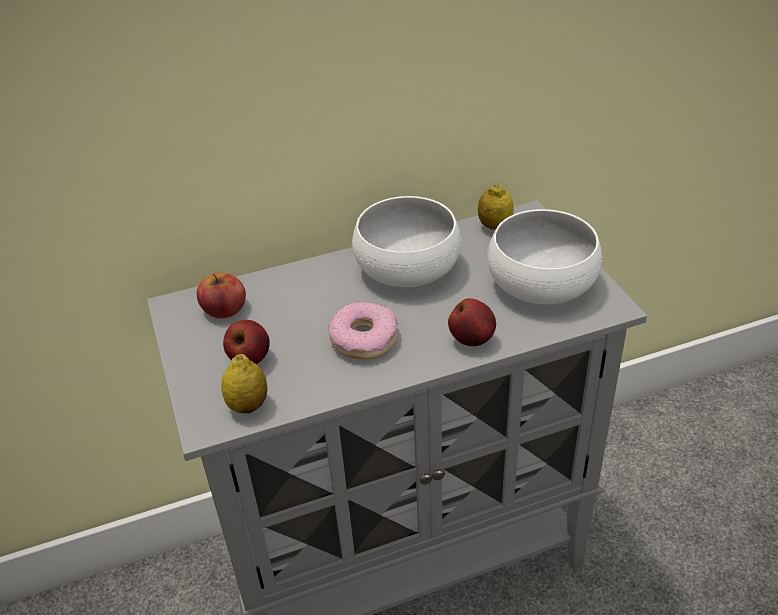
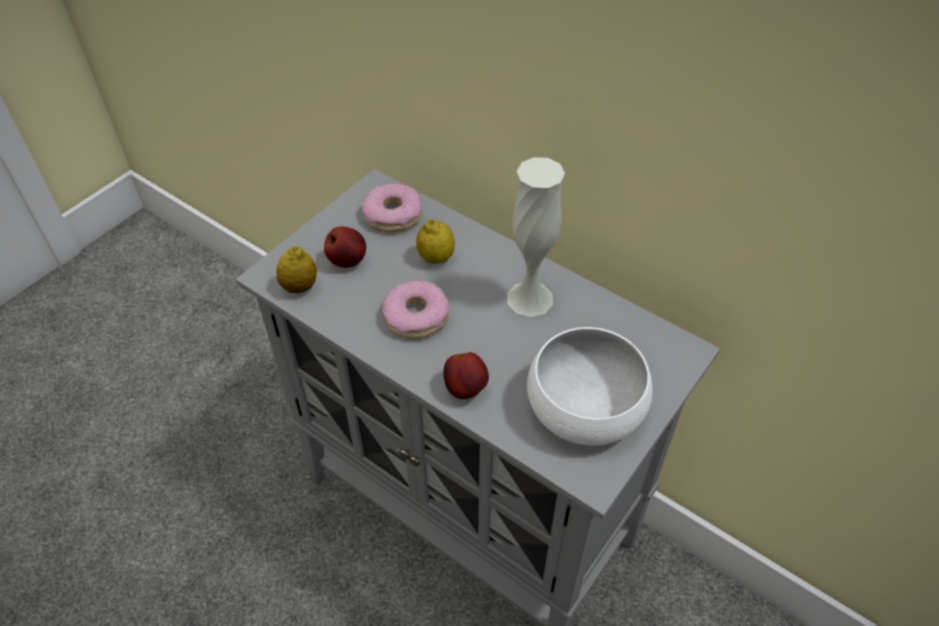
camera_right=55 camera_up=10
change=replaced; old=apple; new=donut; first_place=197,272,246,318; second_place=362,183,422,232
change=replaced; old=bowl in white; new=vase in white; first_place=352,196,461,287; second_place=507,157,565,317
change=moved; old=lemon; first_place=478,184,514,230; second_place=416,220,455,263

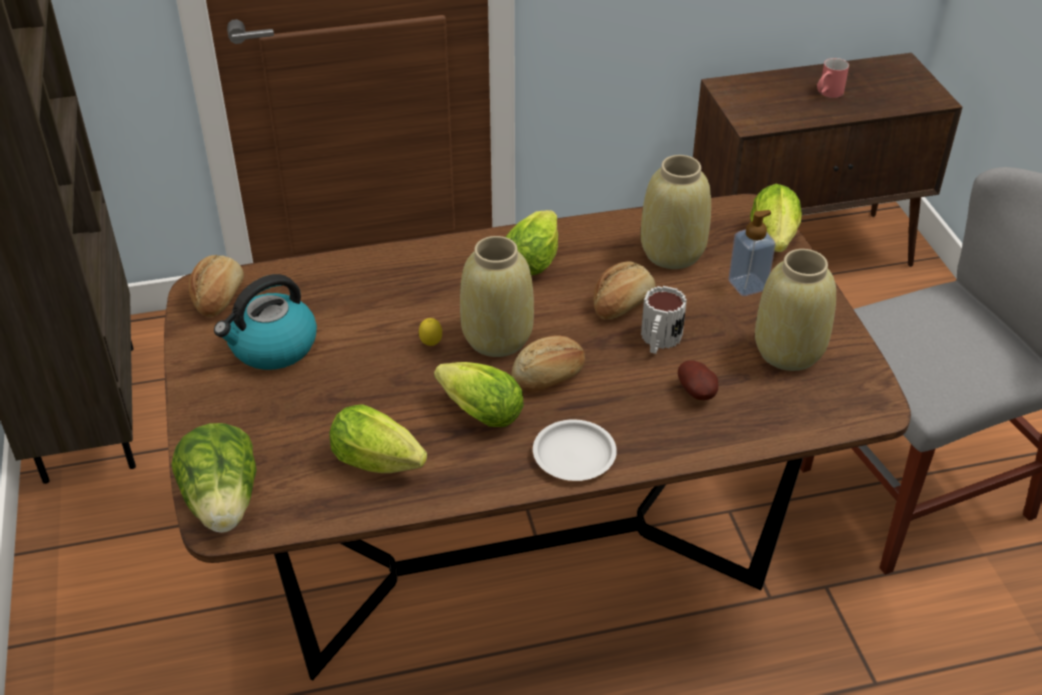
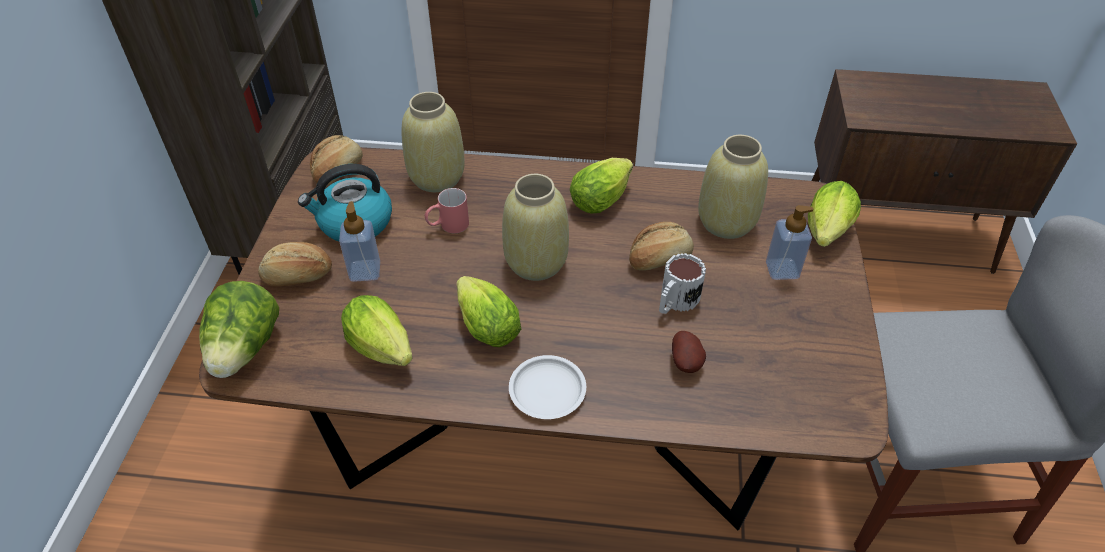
camera_right=20 camera_up=5
change=removed; old=lemon; first_place=419,318,442,346
change=moved; old=bread; first_place=511,335,585,392; second_place=258,242,332,287
change=moved; old=vase in beige; first_place=755,249,836,371; second_place=401,92,465,192
change=moved; old=mug in red; first_place=817,58,849,98; second_place=425,188,469,233
change=added; new=soap dispenser; second_place=339,201,380,282

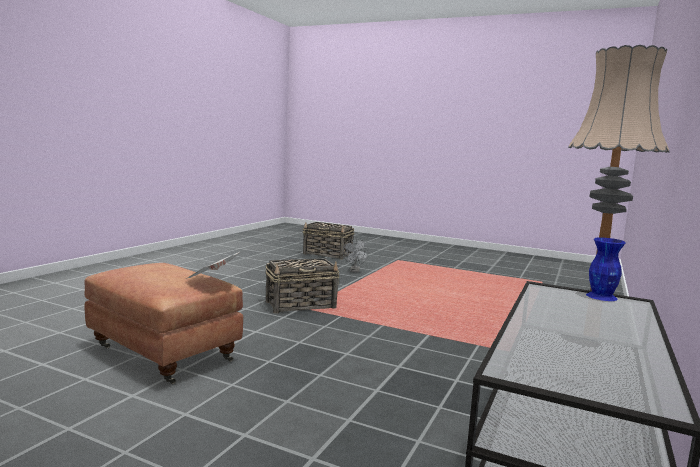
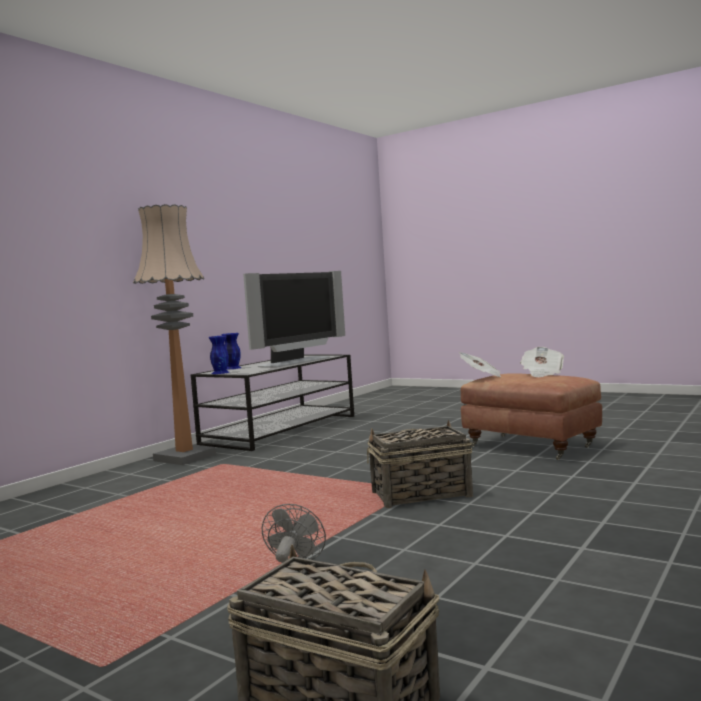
camera_right=-170 camera_up=-5
change=added; new=vase in blue; second_place=222,333,242,369
change=added; new=television; second_place=243,271,345,368
change=added; new=newspaper; second_place=520,347,564,377

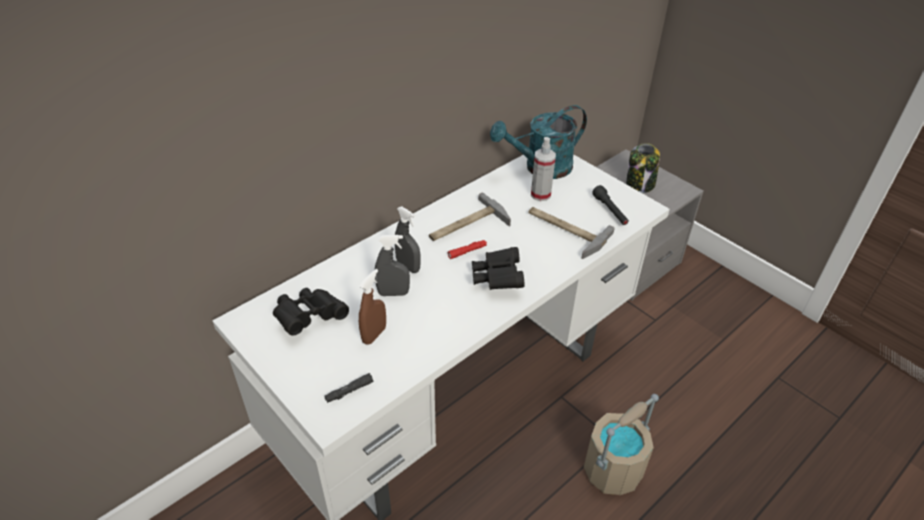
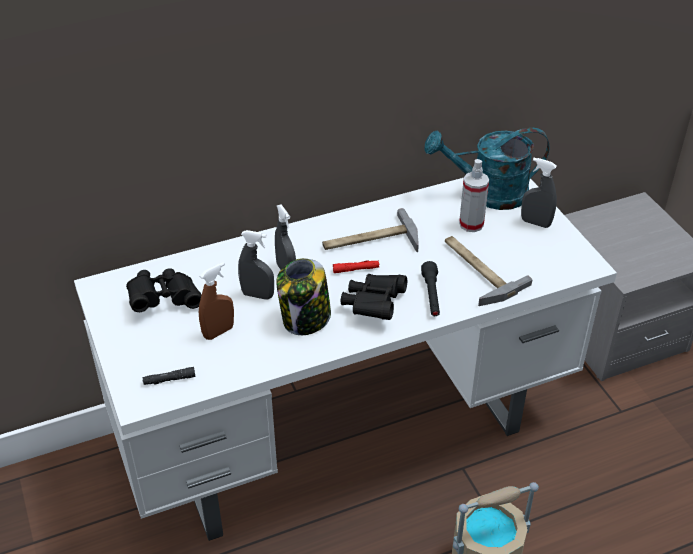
camera_right=20 camera_up=0
change=moved; old=flashlight in black; first_place=592,185,629,225; second_place=421,261,440,316
change=moved; old=jar; first_place=626,143,660,193; second_place=276,258,331,335
change=added; new=spray bottle in grey; second_place=521,158,557,228

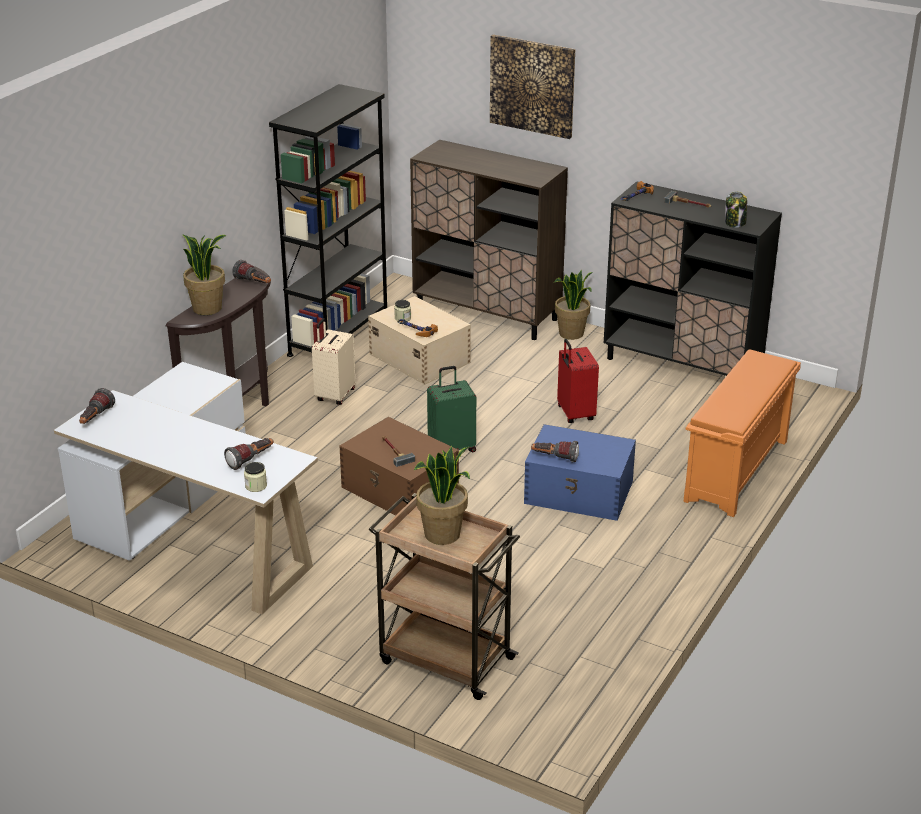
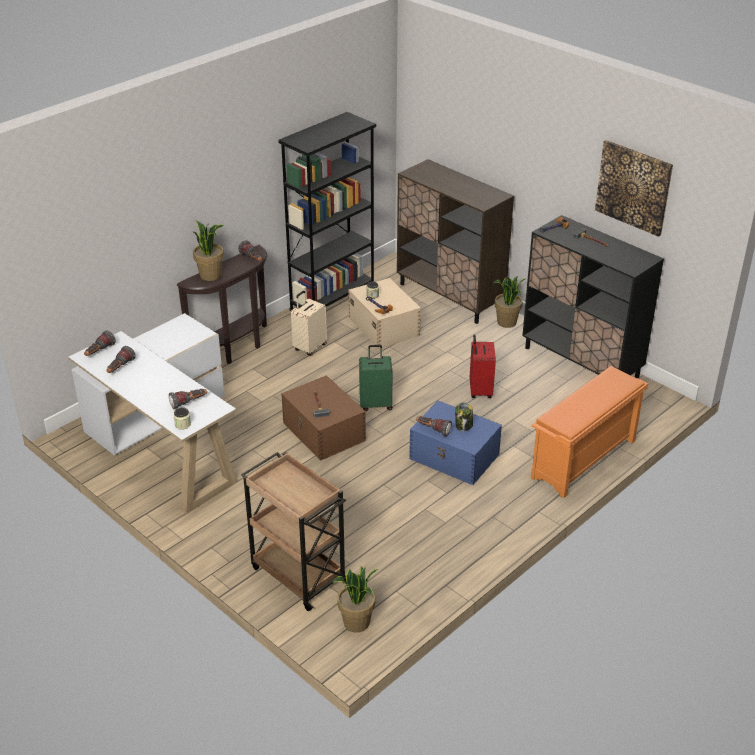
camera_right=15 camera_up=5
change=moved; old=potted plant; first_place=414,446,470,545; second_place=332,567,378,633
change=moved; old=picture; first_place=490,34,575,139; second_place=595,140,673,237
change=moved; old=jar; first_place=725,191,747,228; second_place=455,402,473,431
change=added; new=flashlight; second_place=106,346,136,373

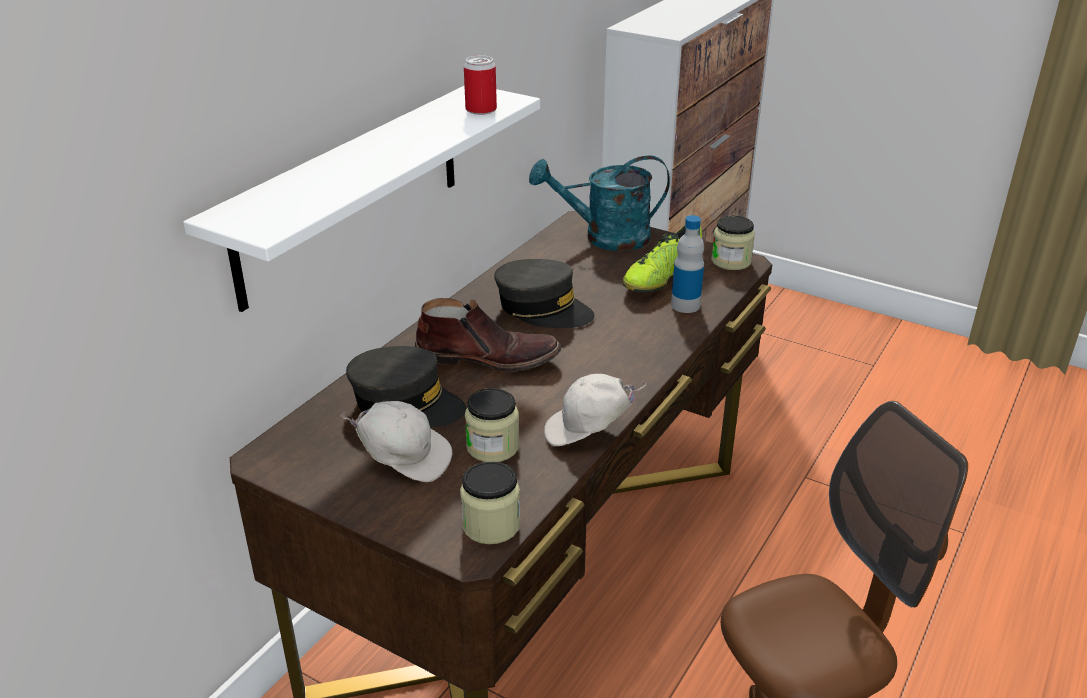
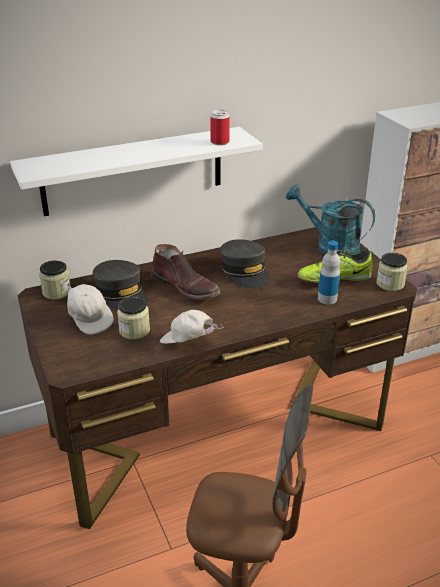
camera_right=35 camera_up=0
change=moved; old=jar; first_place=460,462,520,544; second_place=39,260,71,300

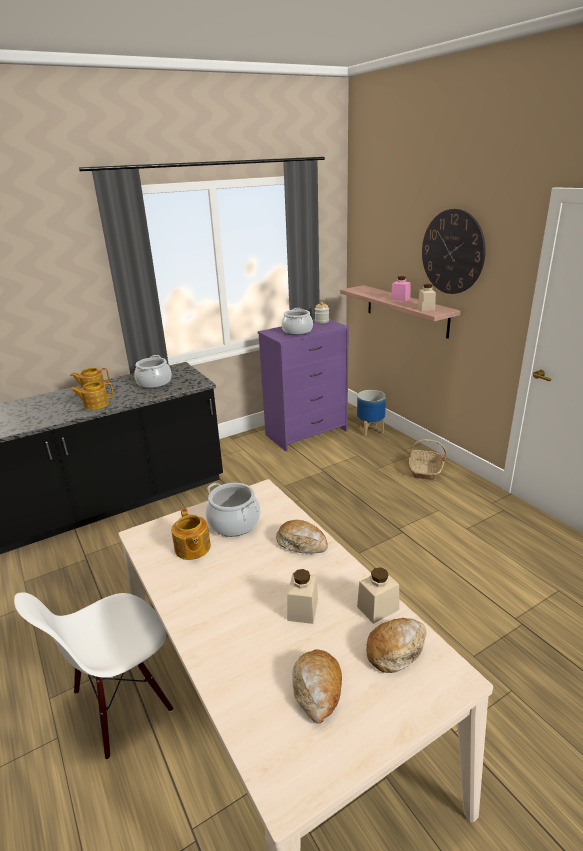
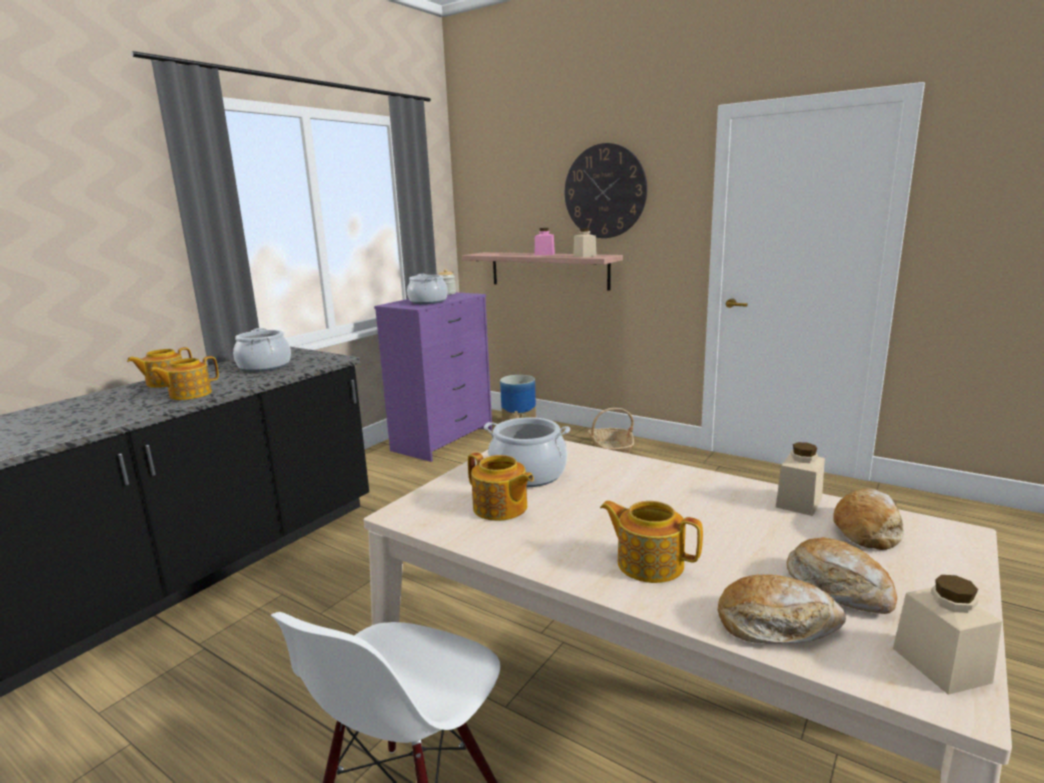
camera_right=-25 camera_up=-10
change=moved; old=bread; first_place=276,520,328,554; second_place=718,575,846,644
change=moved; old=jar in beige; first_place=287,569,318,624; second_place=893,575,1002,695
change=added; new=teapot; second_place=600,501,703,583

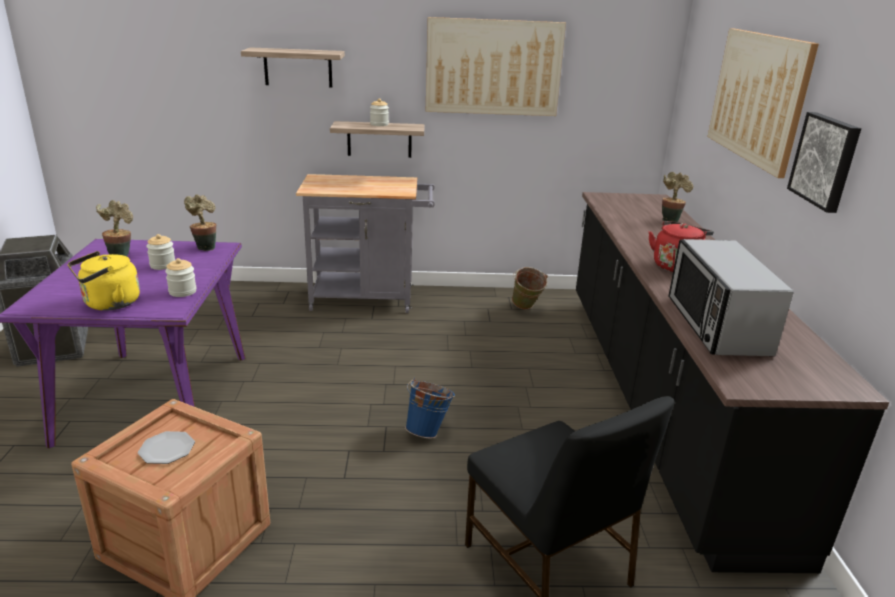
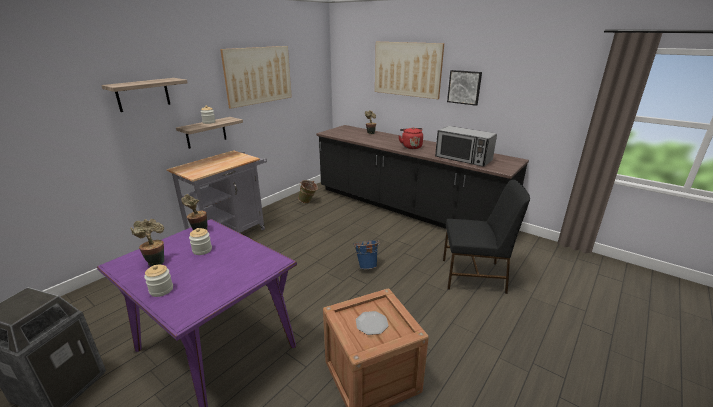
camera_right=-50 camera_up=0
change=removed; old=kettle in yellow; first_place=68,251,140,311
change=moved; old=jar; first_place=165,258,197,297; second_place=144,265,173,297

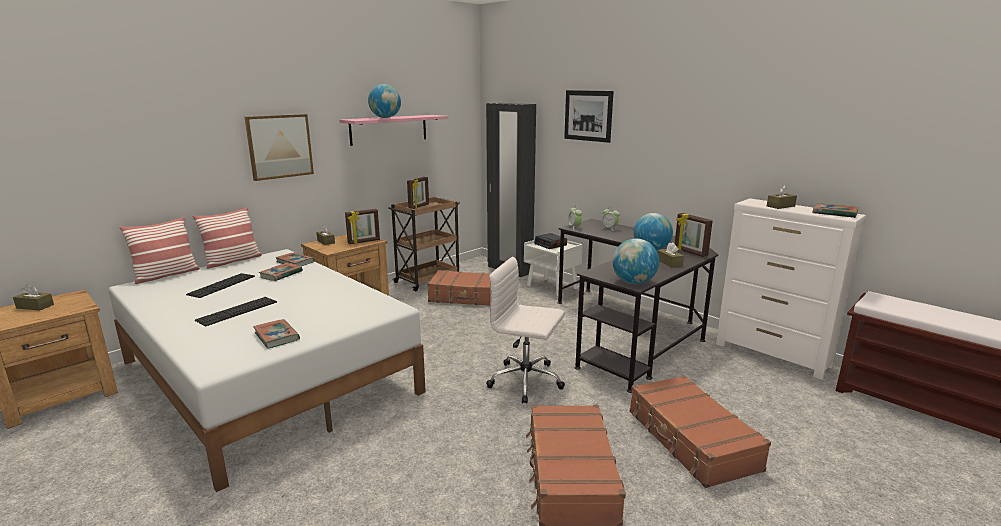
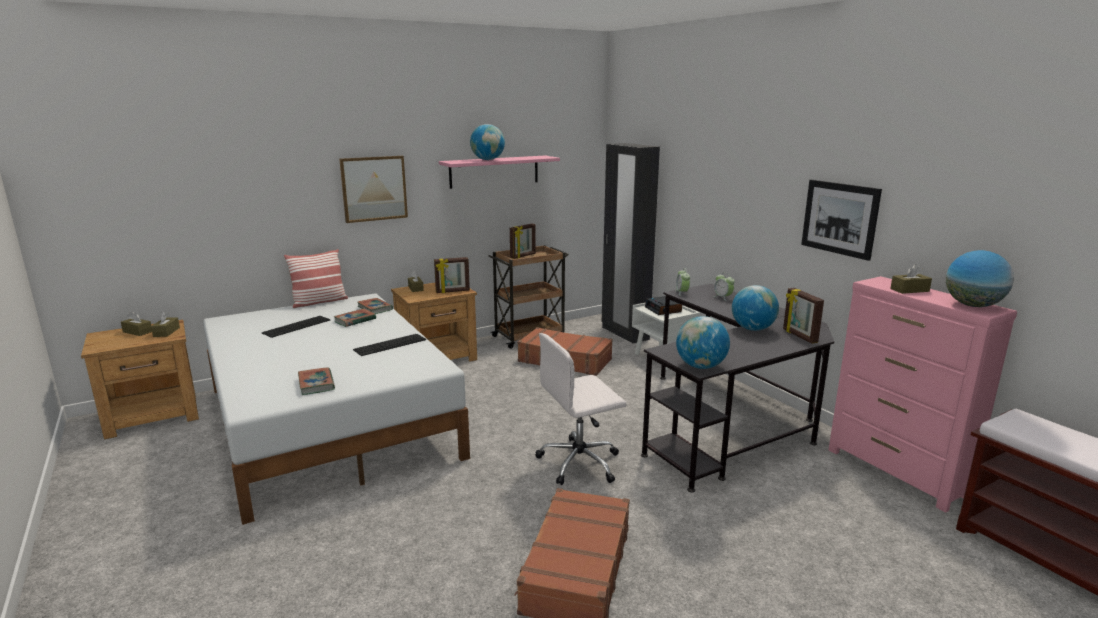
camera_right=15 camera_up=0
change=removed; old=pillow; first_place=119,217,200,284
change=moved; old=keyboard; first_place=195,297,277,326; second_place=353,334,426,356
change=turned; old=office chair in white; first_place=486,257,565,404; second_place=535,333,627,485; degrees=-60
change=moved; old=picture; first_place=564,90,614,143; second_place=801,180,882,261
change=removed; old=suitcase in brown; first_place=630,375,771,488
change=moved; old=tissue box in brown; first_place=658,242,684,268; second_place=151,311,180,337
change=recoloured; old=dresser in white; new=dresser in pink; first_place=716,198,867,380; second_place=828,276,1017,512
change=replaced; old=book; new=globe; first_place=812,203,859,218; second_place=946,250,1014,307

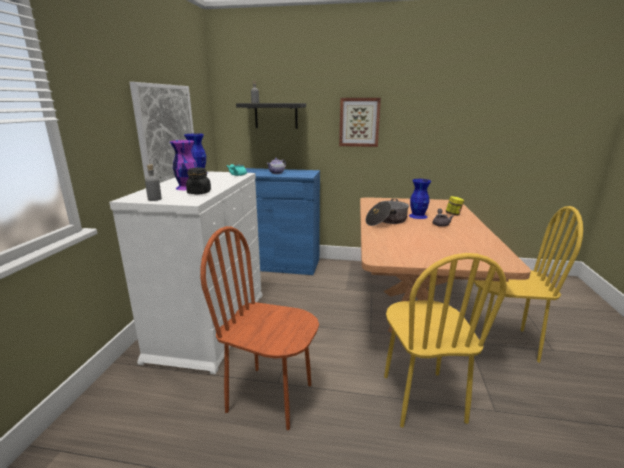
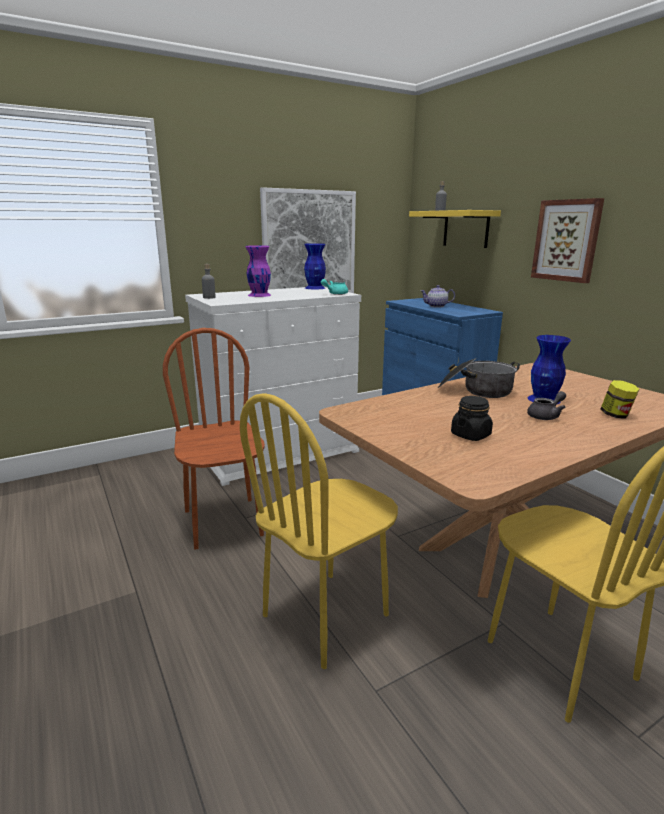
camera_right=50 camera_up=0
change=moved; old=jar in black; first_place=186,168,211,194; second_place=451,396,493,441
change=recoloured; old=shelf in black; new=shelf in yellow; first_place=236,103,306,129; second_place=409,210,501,248

